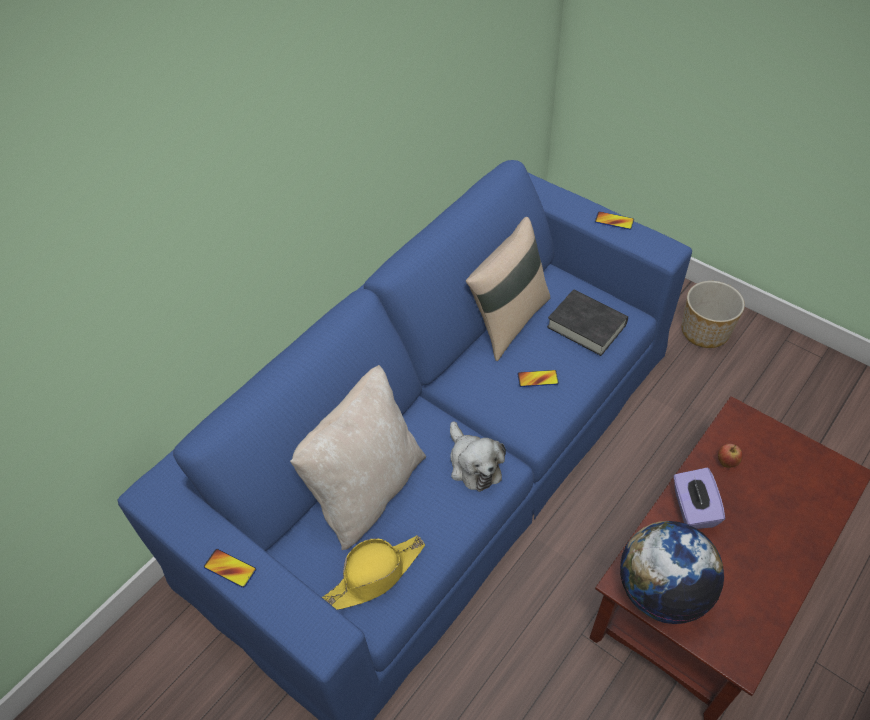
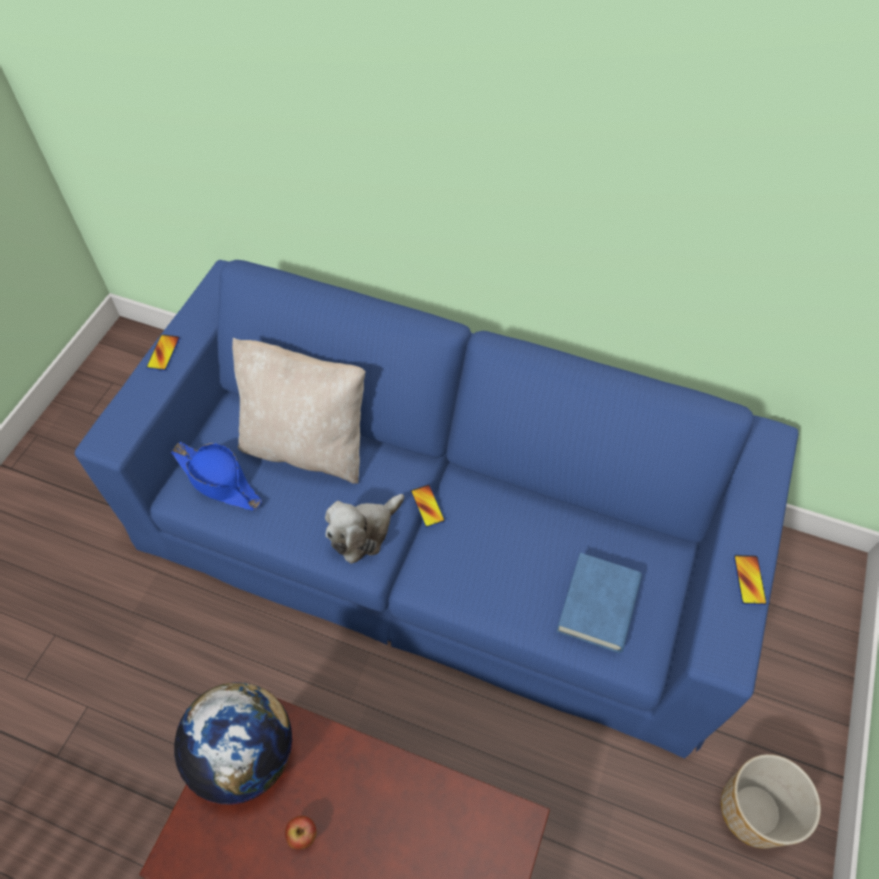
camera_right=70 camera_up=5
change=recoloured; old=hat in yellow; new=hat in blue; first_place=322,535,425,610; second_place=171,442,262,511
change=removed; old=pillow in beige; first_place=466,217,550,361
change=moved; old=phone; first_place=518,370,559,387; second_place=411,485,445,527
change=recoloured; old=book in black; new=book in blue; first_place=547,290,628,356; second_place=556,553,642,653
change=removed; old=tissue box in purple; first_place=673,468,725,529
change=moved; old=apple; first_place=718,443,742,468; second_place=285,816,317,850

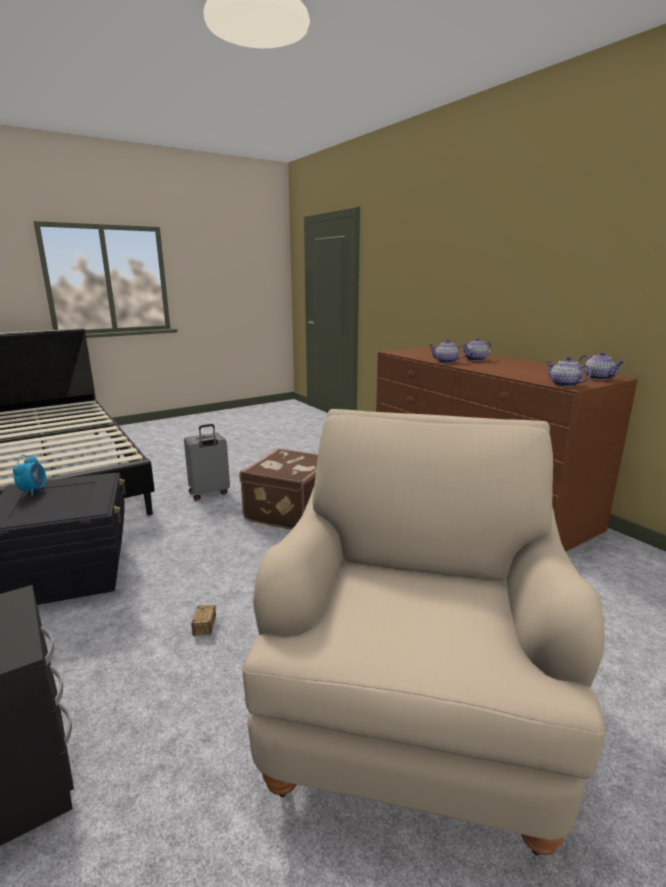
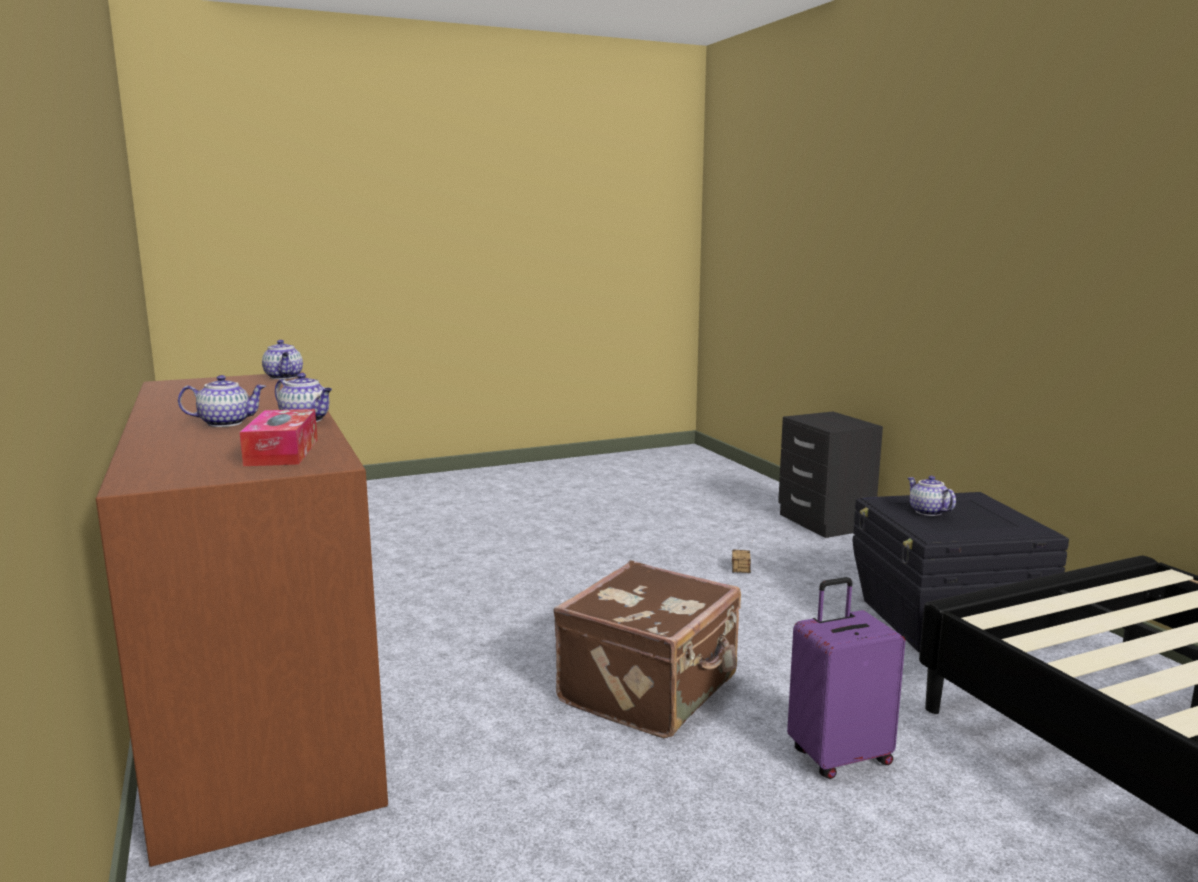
camera_right=-170 camera_up=-5
change=removed; old=alarm clock; first_place=13,455,46,496
change=recoloured; old=suitcase in grey; new=suitcase in purple; first_place=184,424,230,501; second_place=787,577,905,779
change=removed; old=armchair in beige; first_place=242,409,606,856
change=moved; old=teapot; first_place=579,352,624,380; second_place=908,476,956,516
change=added; new=tissue box; second_place=240,409,318,466

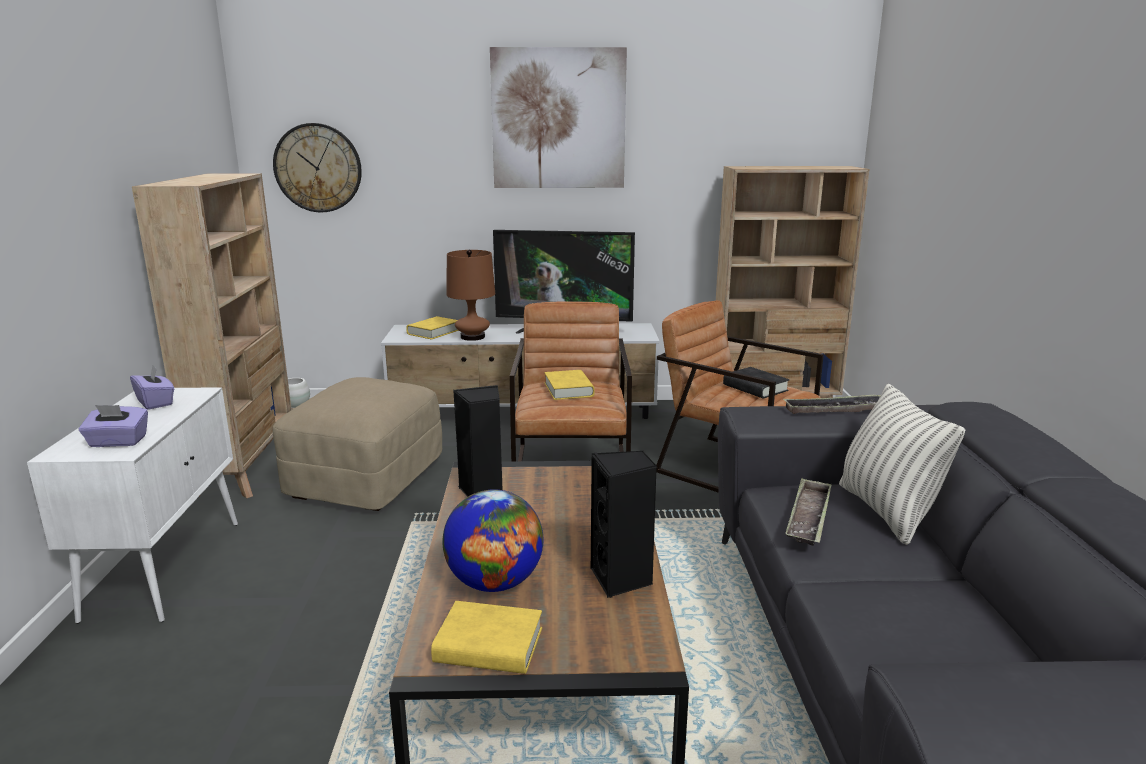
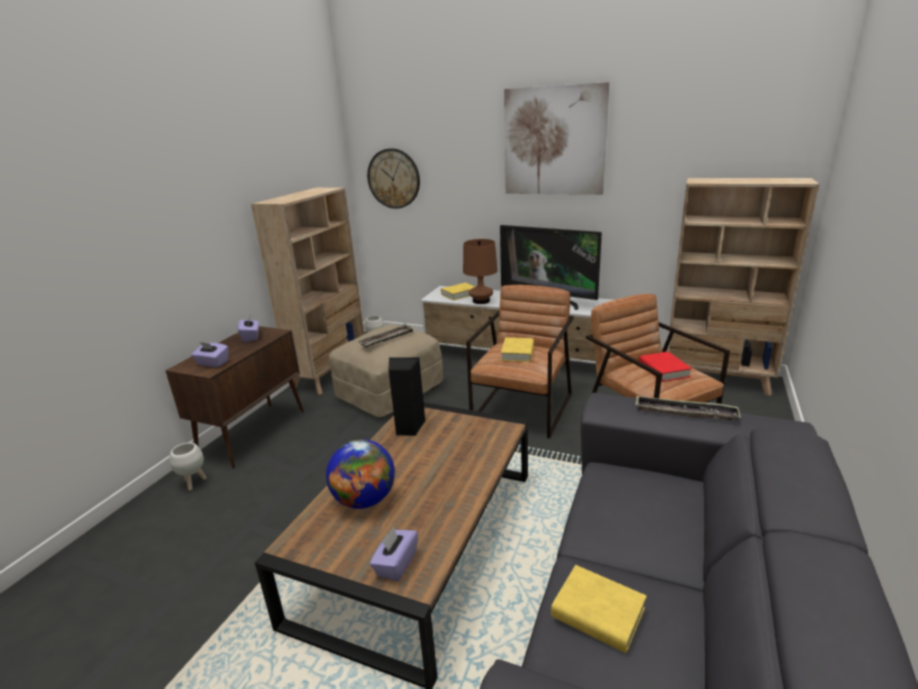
camera_right=25 camera_up=5
change=recoloured; old=cabinet in white; new=cabinet in brown; first_place=27,387,238,624; second_place=165,326,304,469
change=moved; old=book in yellow; first_place=431,601,542,674; second_place=551,565,647,653
change=removed; old=speaker in black; first_place=591,451,657,598
change=recoloured; old=book in black; new=book in red; first_place=723,367,789,398; second_place=639,352,692,382
change=moved; old=tray; first_place=785,478,832,546; second_place=357,323,414,348
change=removed; old=pillow; first_place=839,384,966,545
change=added; new=planter in white; second_place=169,443,207,490
change=added; new=tissue box in purple; second_place=370,526,418,582

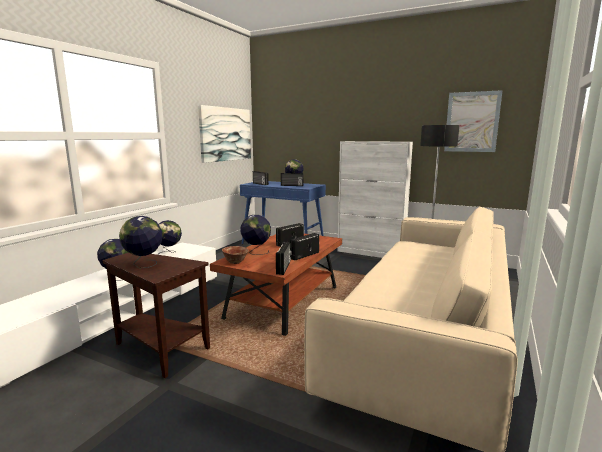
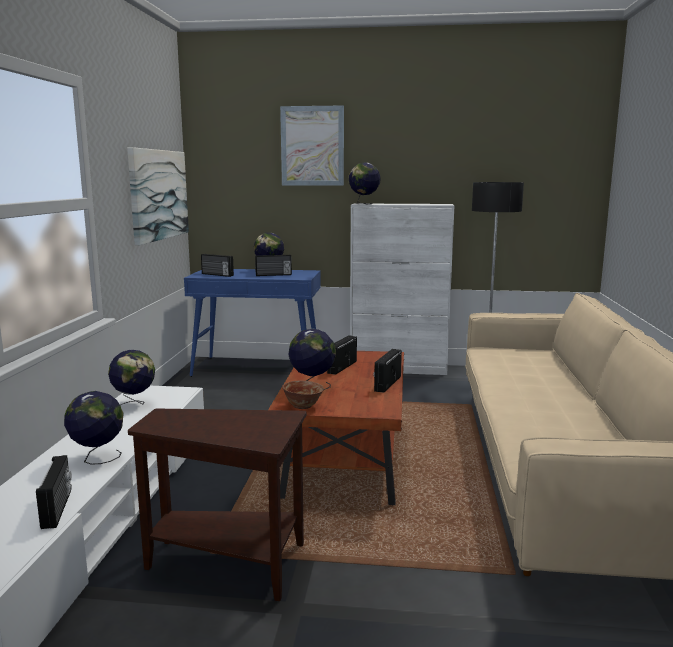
camera_right=-20 camera_up=0
change=moved; old=globe; first_place=119,216,162,269; second_place=349,162,381,204
change=moved; old=radio; first_place=276,242,291,275; second_place=36,455,72,529
change=moved; old=picture; first_place=444,90,503,152; second_place=280,105,344,186

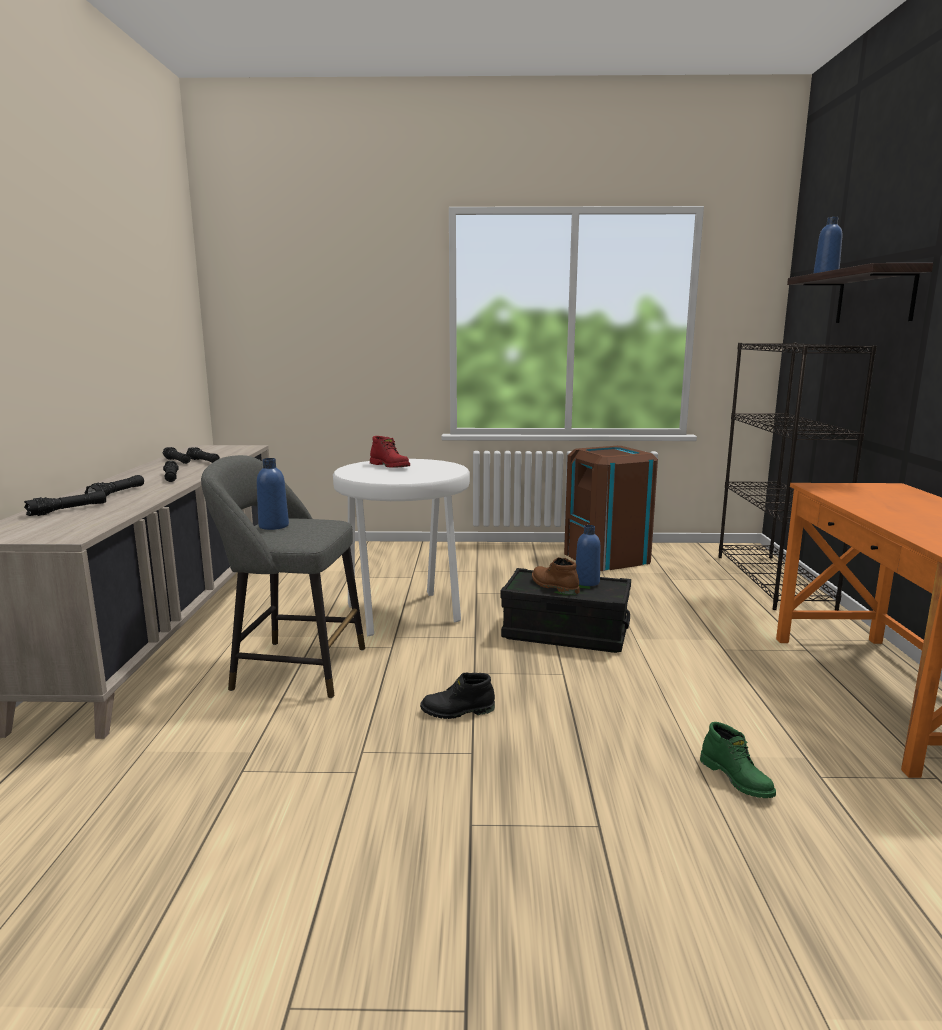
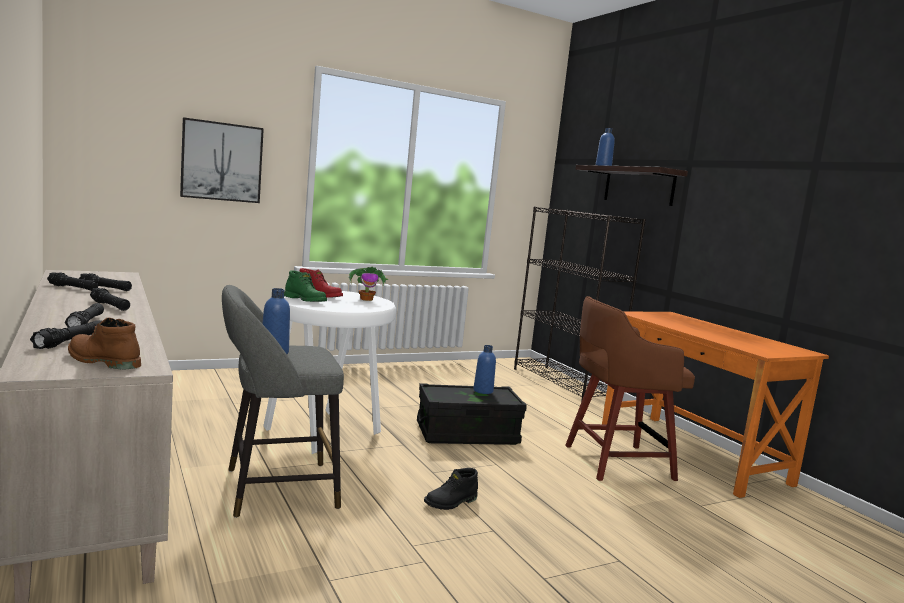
camera_right=-30 camera_up=-5
change=moved; old=boot in brown; first_place=532,557,580,595; second_place=68,318,141,370
change=removed; old=trash can in brown; first_place=564,446,658,571
change=moved; old=boot in green; first_place=700,722,776,798; second_place=284,270,327,302
change=added; new=picture; second_place=180,117,264,203
change=added; new=potted plant; second_place=348,267,389,301
change=added; new=stool in brown; second_place=565,296,695,481

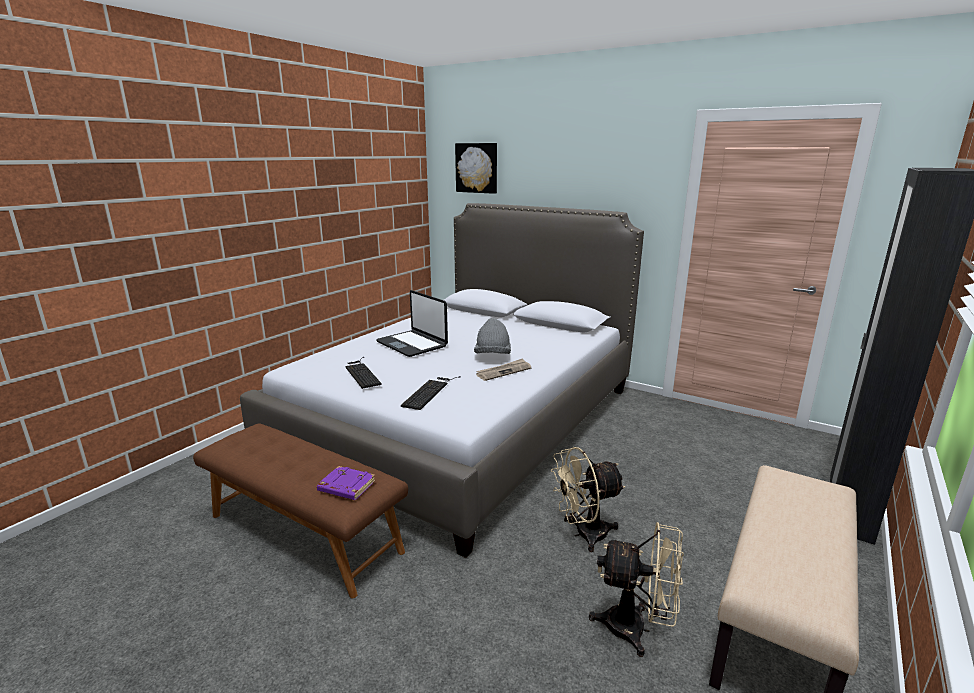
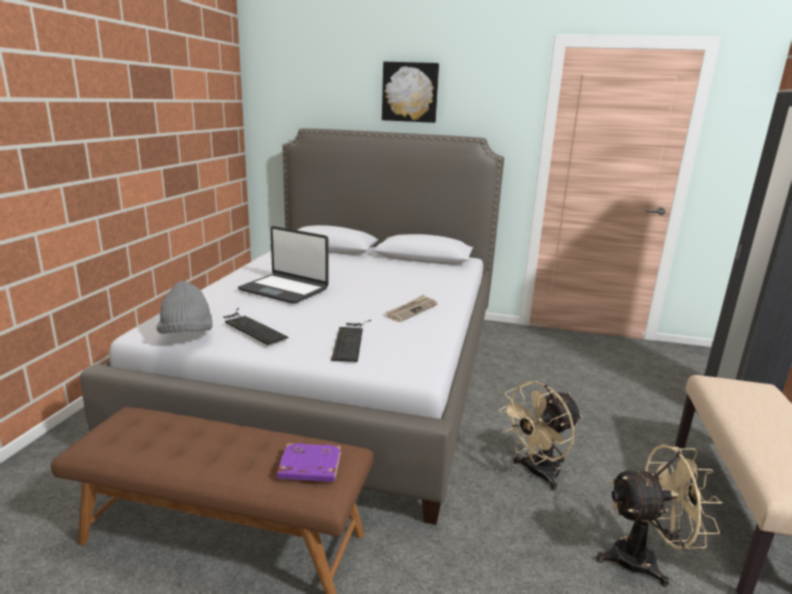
camera_right=-20 camera_up=0
change=moved; old=picture; first_place=455,143,497,194; second_place=382,62,439,123
change=moved; old=hat in grey; first_place=474,318,511,354; second_place=156,281,212,334

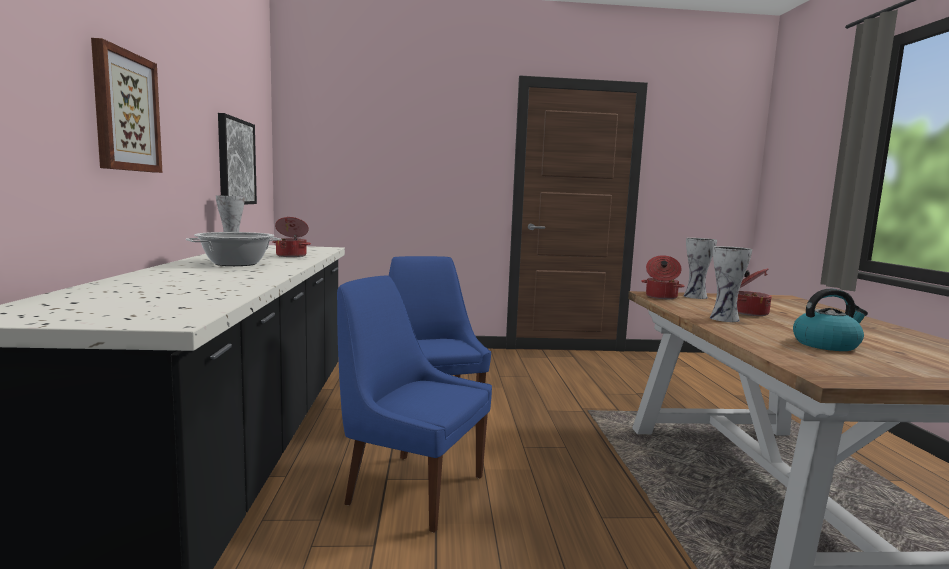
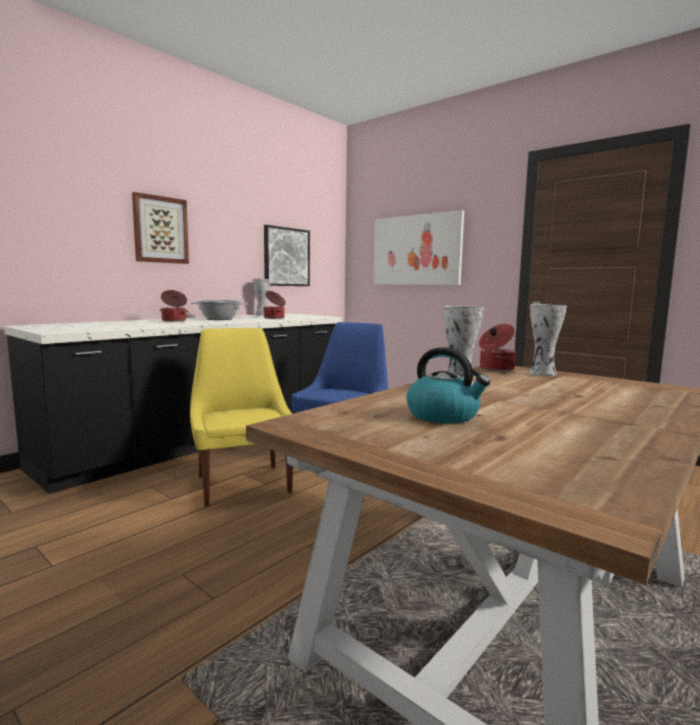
camera_right=45 camera_up=0
change=recoloured; old=chair in blue; new=chair in yellow; first_place=337,276,492,533; second_place=190,328,293,506
change=moved; old=cooking pot; first_place=737,268,772,316; second_place=159,290,188,322
change=added; new=picture; second_place=373,210,464,285

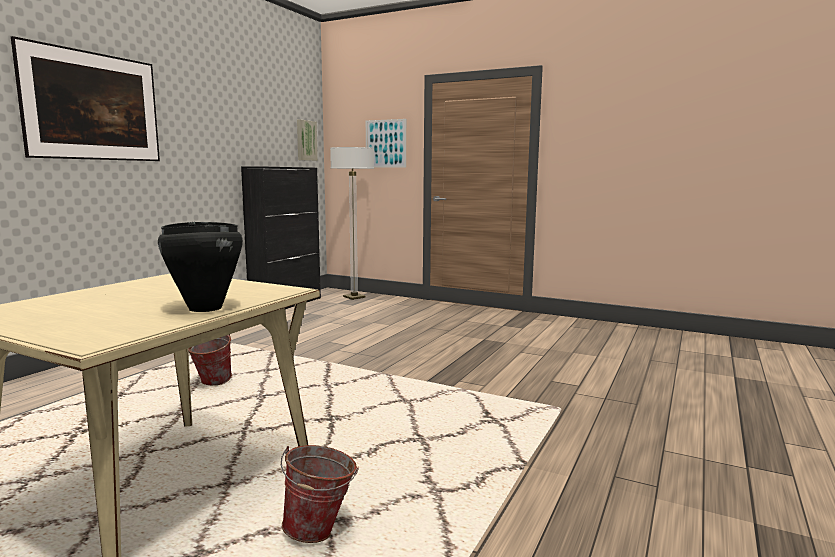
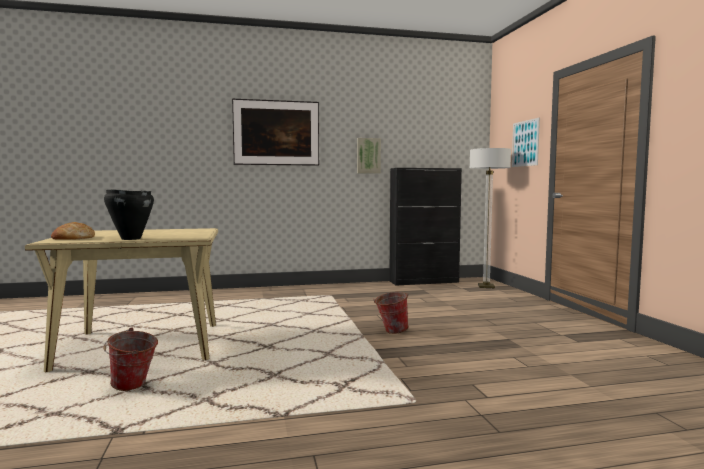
camera_right=50 camera_up=-5
change=moved; old=bucket; first_place=188,334,232,385; second_place=373,292,409,334
change=moved; old=picture; first_place=297,119,318,161; second_place=357,138,381,174
change=added; new=bread; second_place=51,222,95,240

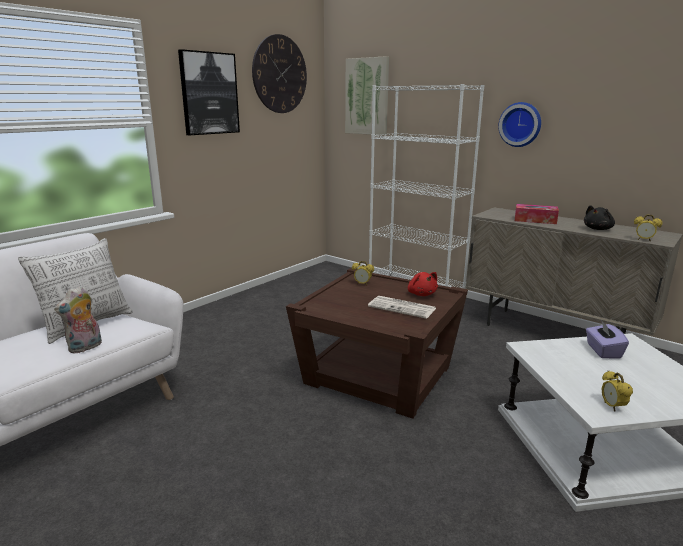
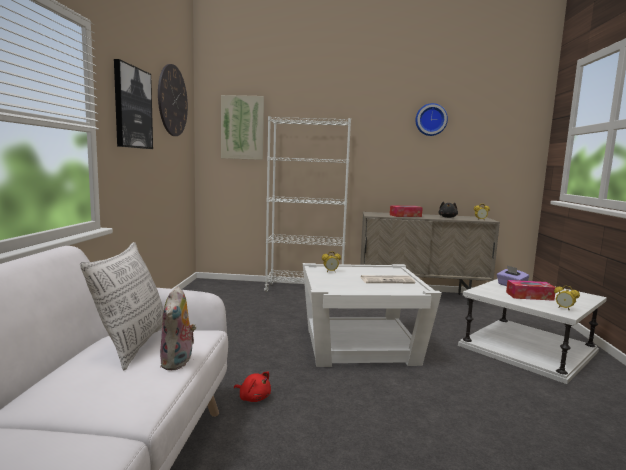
camera_right=-35 camera_up=-10
change=recoloured; old=side table in brown; new=side table in white; first_place=286,268,468,419; second_place=303,263,442,367
change=moved; old=plush toy in red; first_place=408,272,438,296; second_place=234,372,271,402
change=moved; old=wall clock; first_place=498,102,541,147; second_place=416,103,448,136
change=added; new=tissue box; second_place=506,280,556,301

